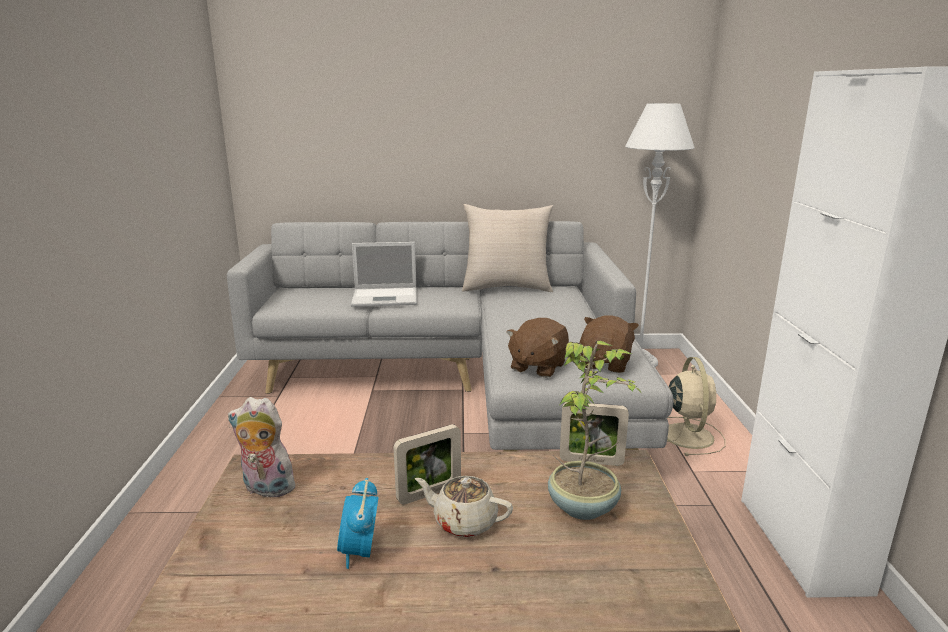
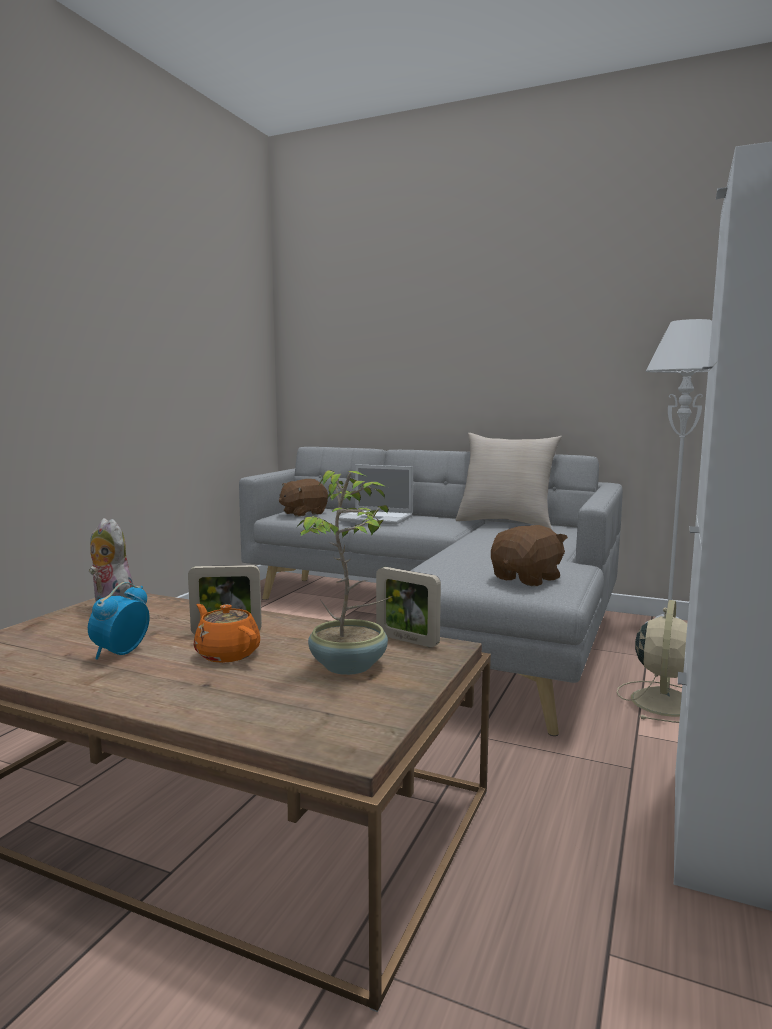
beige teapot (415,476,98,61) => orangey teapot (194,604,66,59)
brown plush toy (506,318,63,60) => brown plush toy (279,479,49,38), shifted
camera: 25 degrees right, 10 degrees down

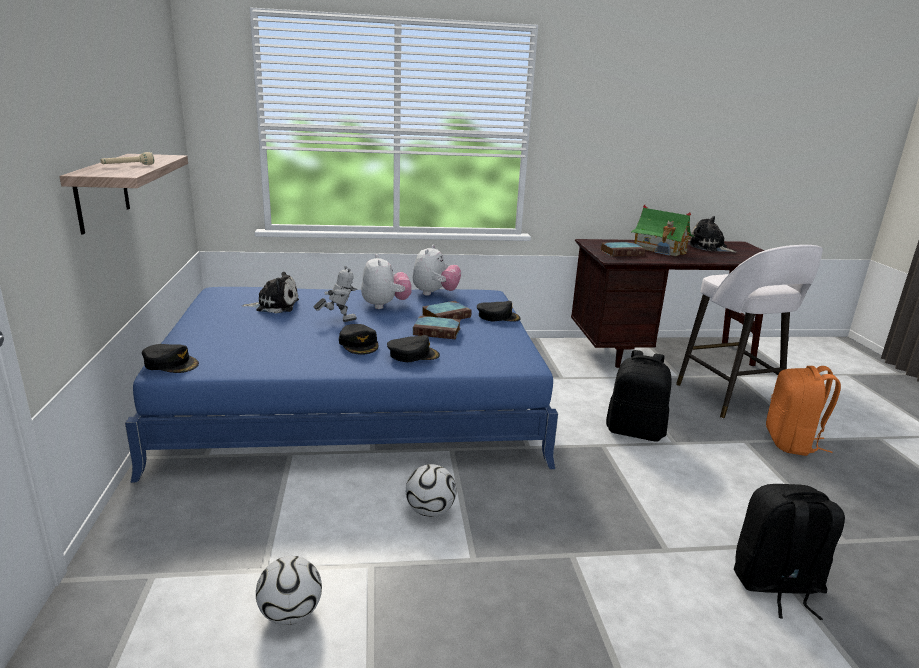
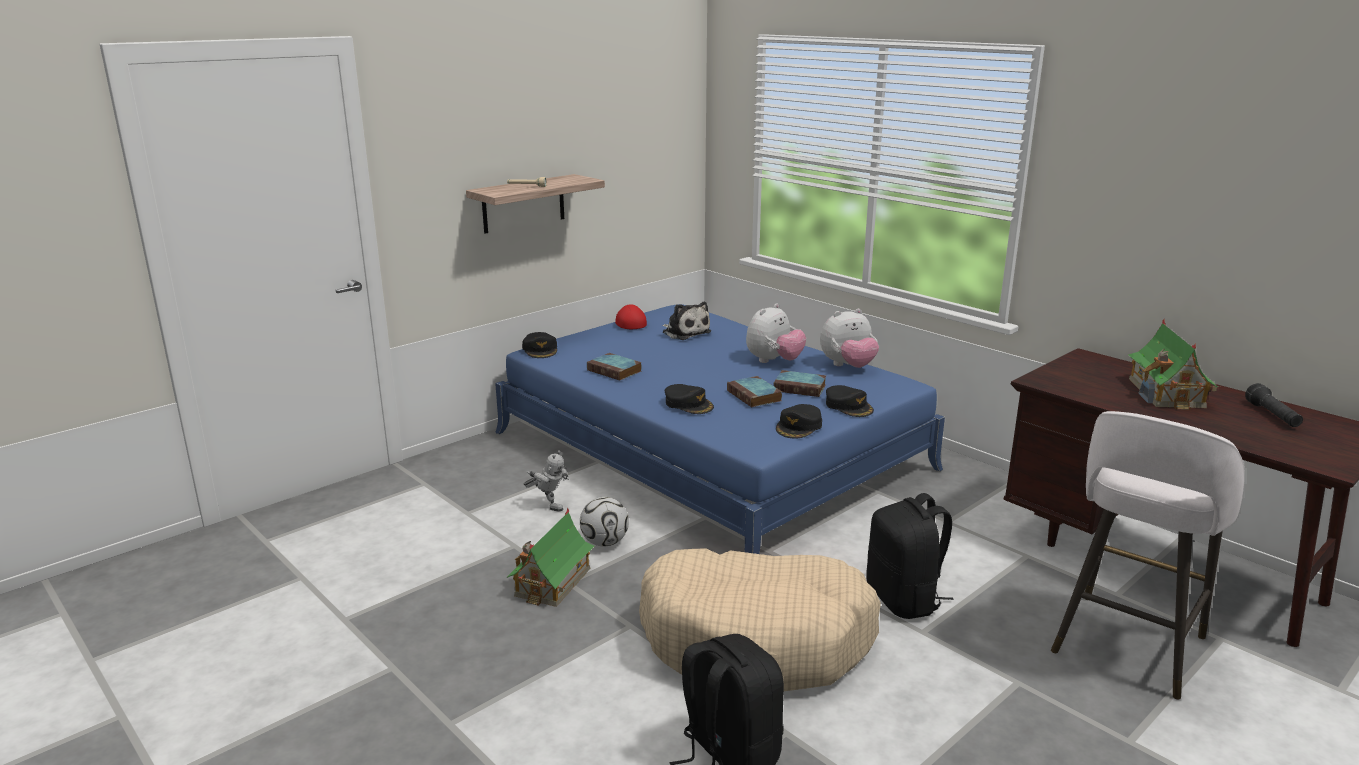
football (256,556,66,69) => nothing
model robot (314,266,43,56) => model robot (524,450,45,62), shifted
black-coloured baseball cap (339,324,39,31) => black-coloured baseball cap (776,404,46,35), shifted
bound book (601,242,44,15) => bound book (587,353,55,27), shifted
plush toy (688,216,49,37) => black-coloured hand torch (1245,383,58,44)
orangey backpack (766,366,75,90) => nothing
nothing => model house (507,508,87,99)
nothing => reddish baseball cap (615,304,32,25)
nothing => beige dog bed (639,549,242,142)
camera: 55 degrees right, 0 degrees up

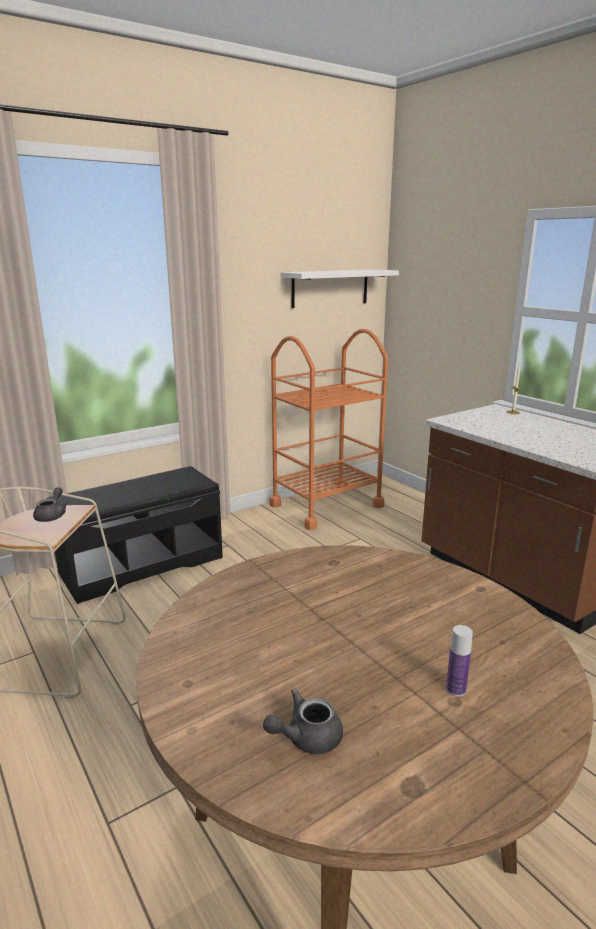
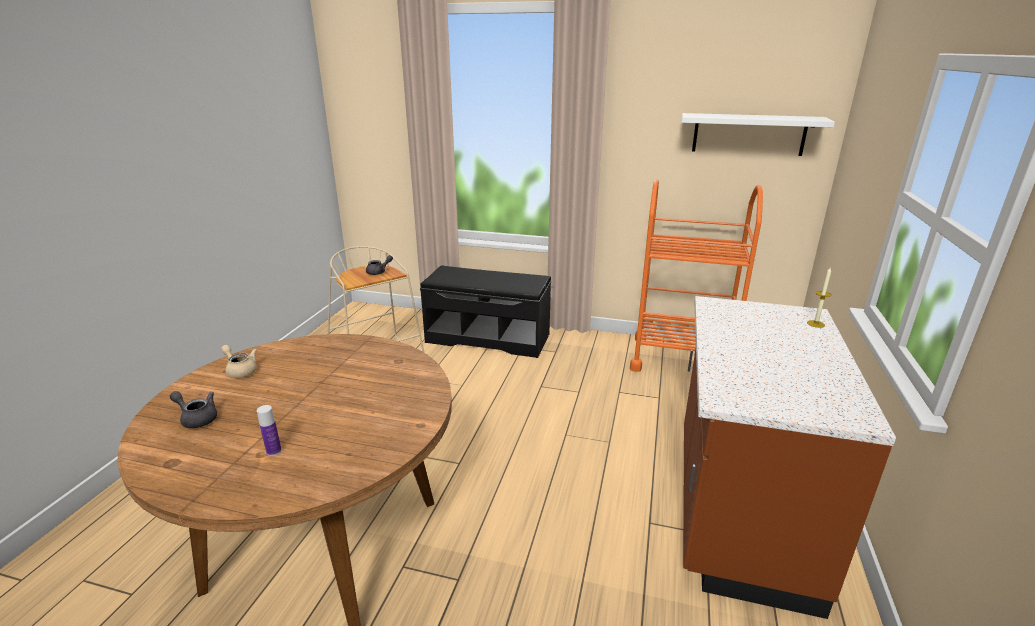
nothing => beige teapot (221,345,36,33)
camera: 50 degrees right, 5 degrees up

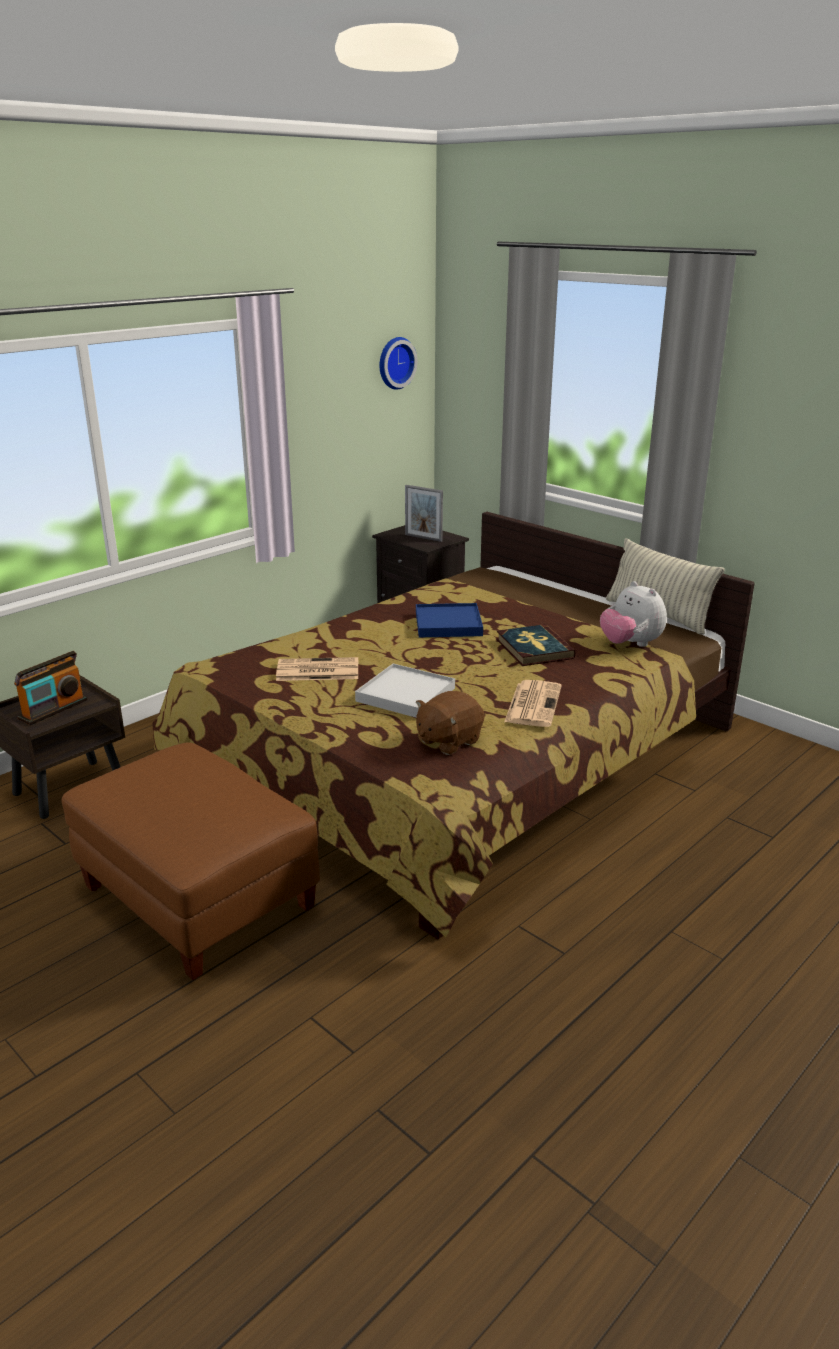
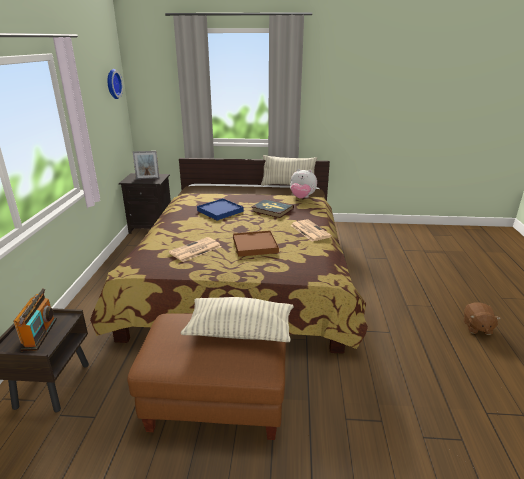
white carrying tray (355,664,100,54) => brown carrying tray (233,230,46,27)
brown plush toy (416,691,68,64) => brown plush toy (464,302,37,33), shifted
nothing => throw pillow (181,297,113,45)
camera: 40 degrees left, 0 degrees up

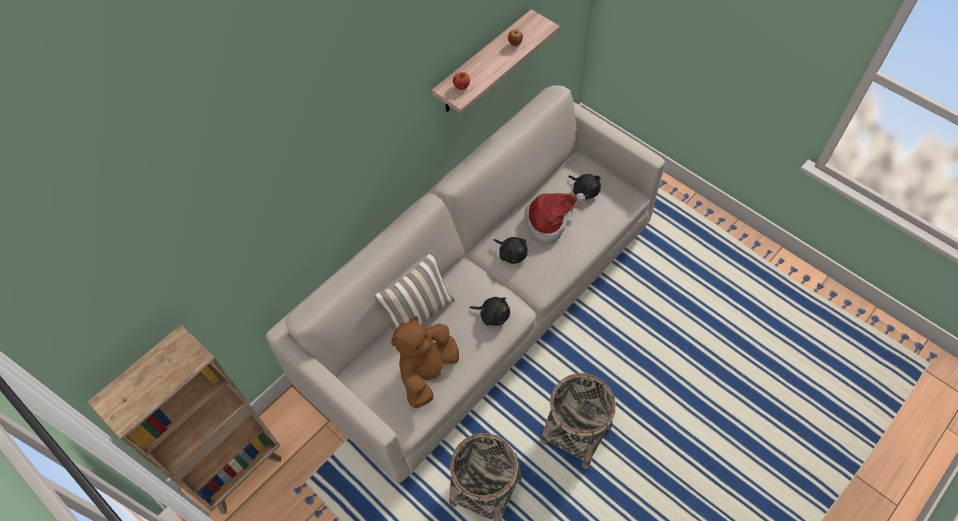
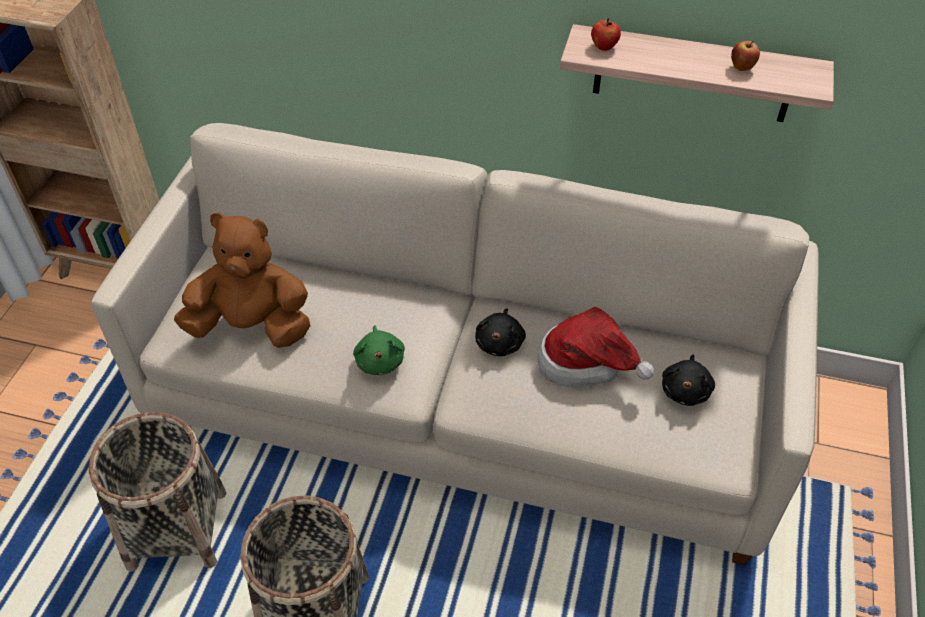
throw pillow (374,249,81,81) => nothing
black-coloured plush toy (469,297,41,29) => green plush toy (353,325,52,50)
camera: 60 degrees right, 10 degrees down

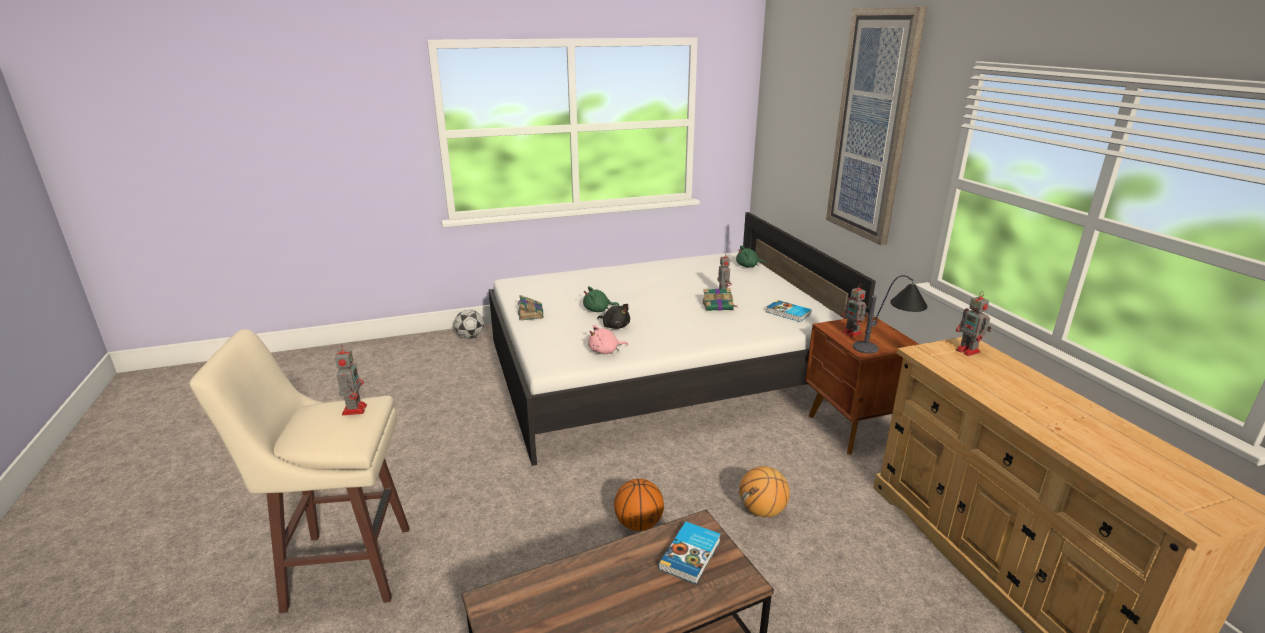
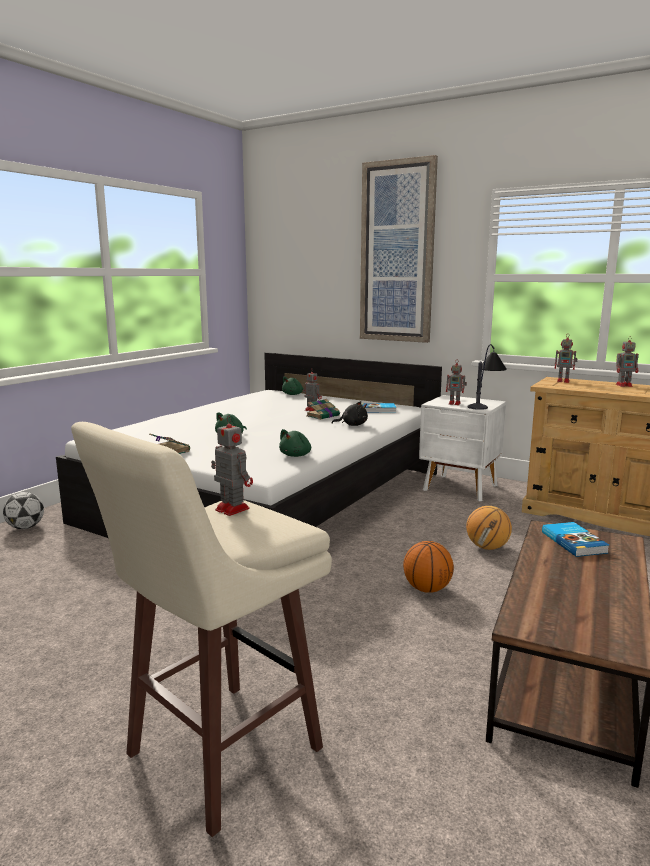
pinkish plush toy (588,325,41,29) => green plush toy (279,429,32,28)
black-coloured plush toy (597,304,33,25) => black-coloured plush toy (332,401,36,25), shifted
brown bedside table (805,316,114,139) => white bedside table (419,395,87,106)
nothing => model robot (616,336,23,51)
camera: 40 degrees left, 10 degrees down

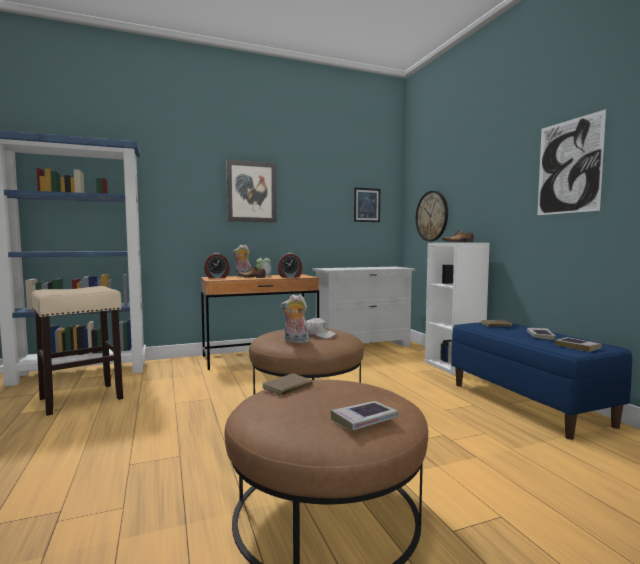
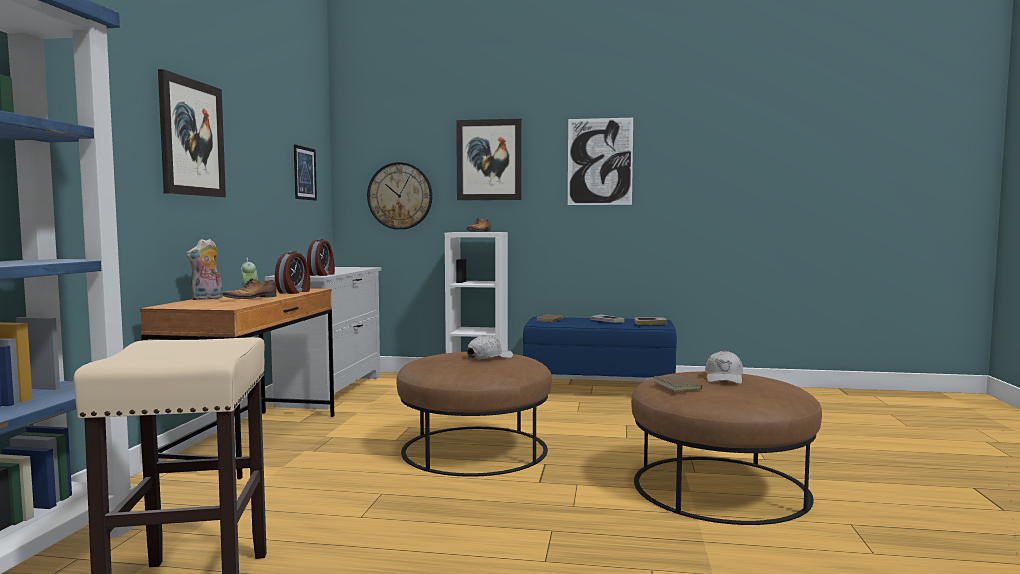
bedside clock (204,253,26,25) => bedside clock (307,239,28,37), shifted
plush toy (280,294,29,49) => nothing
bound book (331,401,67,30) => nothing
nothing => wall art (456,119,66,81)
nothing => white baseball cap (705,350,38,34)
camera: 60 degrees left, 0 degrees up

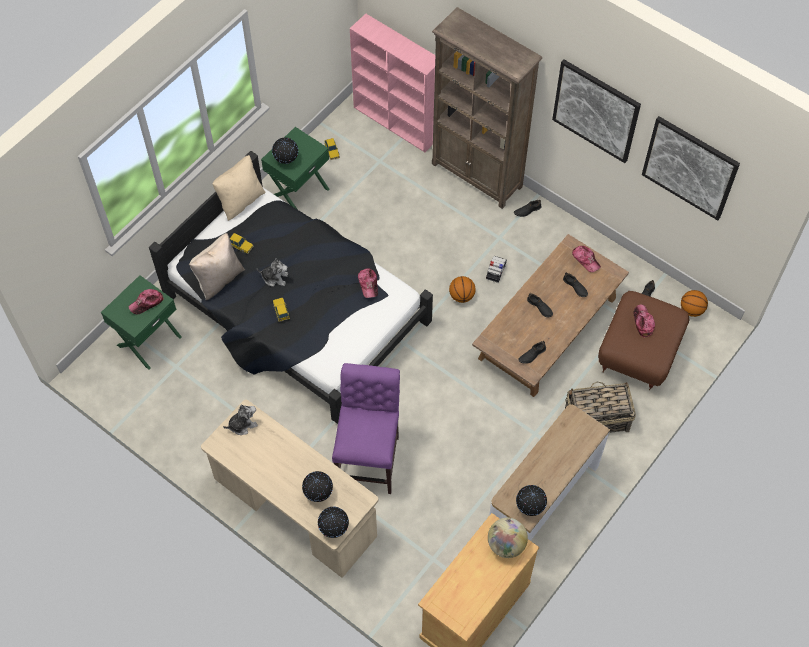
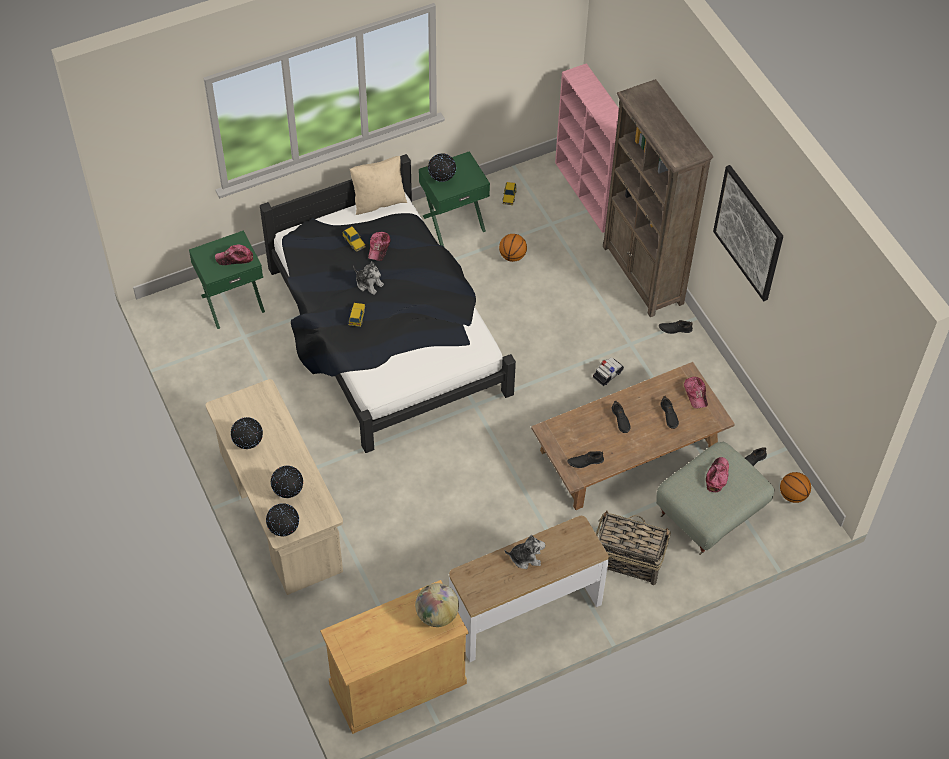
beige throw pillow (189,233,56,67) => nothing
plush toy (223,405,35,30) => plush toy (504,535,41,34), shifted
purplish plain chair (332,363,68,131) => nothing
baseball cap (358,268,20,30) => baseball cap (368,232,23,29), shifted
basketball (449,276,27,27) => basketball (499,234,28,28), shifted
desk globe (516,485,31,31) => desk globe (231,417,32,32), shifted
brown footrest (598,291,92,100) => grey footrest (656,442,119,113)
wall art (642,116,98,105) => nothing
camera: 25 degrees right, 5 degrees down

